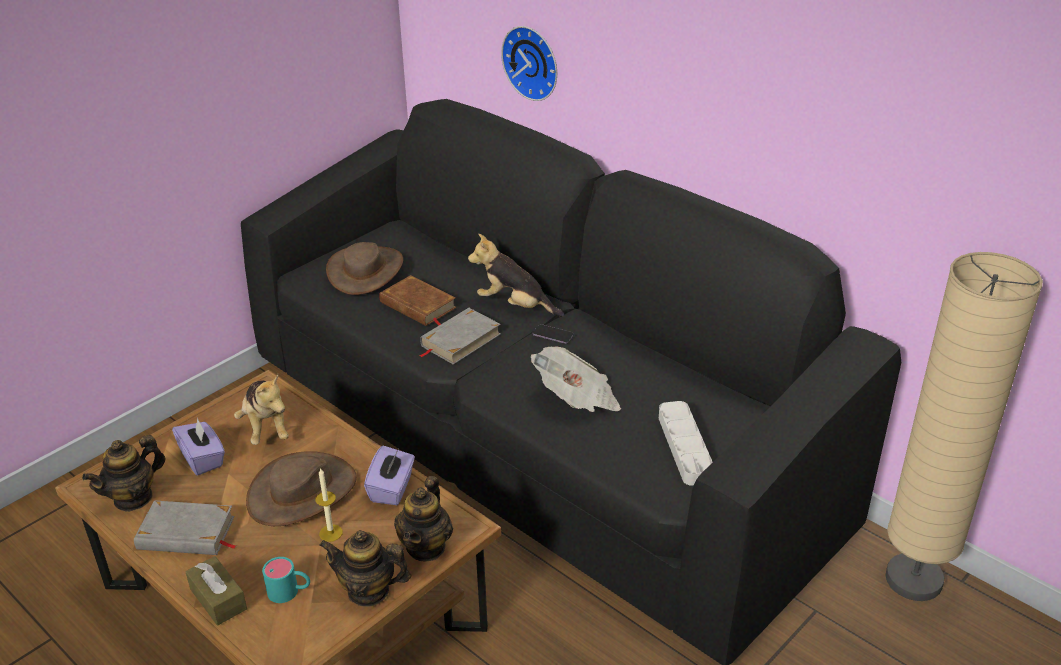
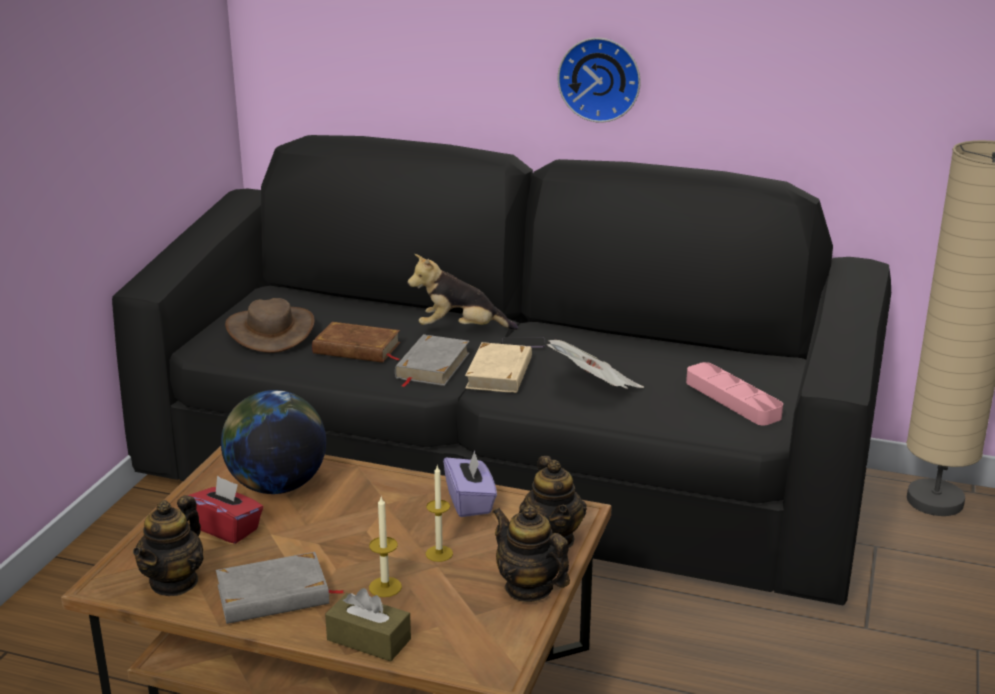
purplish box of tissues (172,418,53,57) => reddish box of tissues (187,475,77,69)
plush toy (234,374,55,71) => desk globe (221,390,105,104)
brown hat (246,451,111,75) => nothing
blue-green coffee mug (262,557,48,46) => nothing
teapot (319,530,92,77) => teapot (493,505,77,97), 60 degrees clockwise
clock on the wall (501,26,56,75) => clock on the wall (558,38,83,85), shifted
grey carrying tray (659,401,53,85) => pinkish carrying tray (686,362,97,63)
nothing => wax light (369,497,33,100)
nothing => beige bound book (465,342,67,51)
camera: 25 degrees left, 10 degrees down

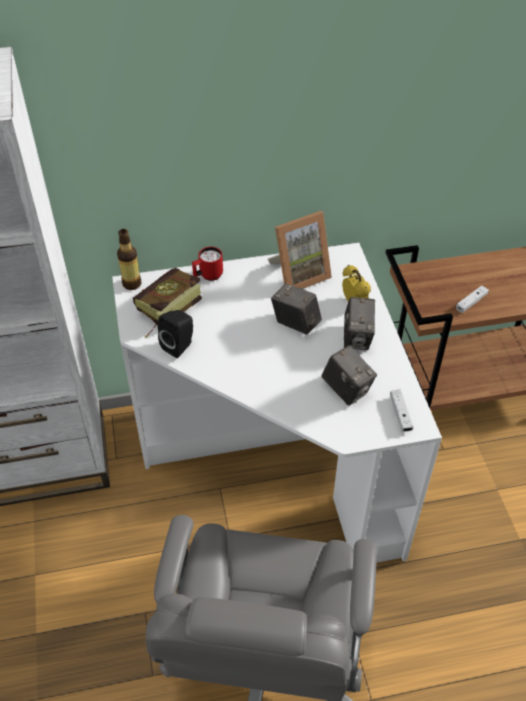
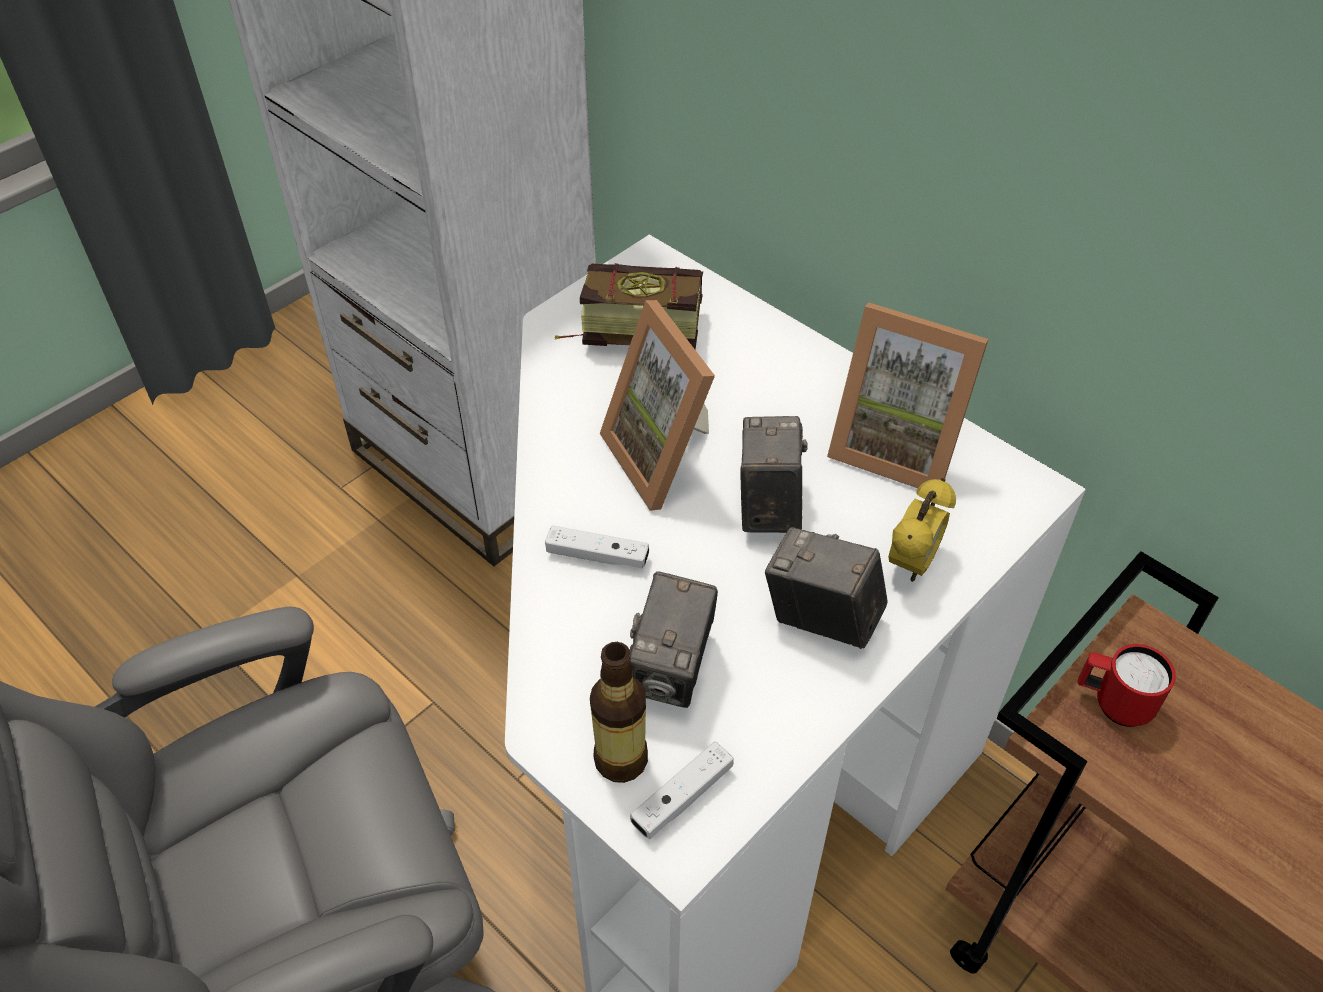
drink bottle (117,229,24,61) => drink bottle (590,642,58,141), shifted
black-coloured audio speaker (158,310,35,48) => nothing
reddish coffee mug (192,247,31,34) => reddish coffee mug (1078,644,98,83), shifted
photo camera (344,297,31,53) => photo camera (765,527,123,122), 60 degrees clockwise
white game controller (456,286,33,27) => white game controller (545,525,104,44), shifted
nothing => standing frame (600,300,115,211)
camera: 55 degrees right, 0 degrees up

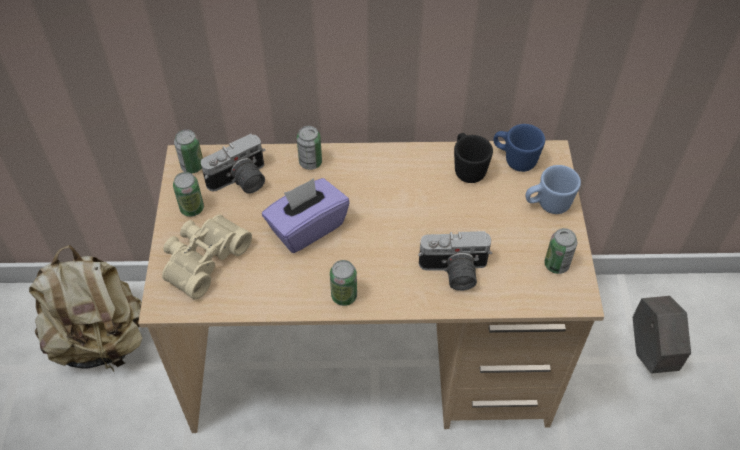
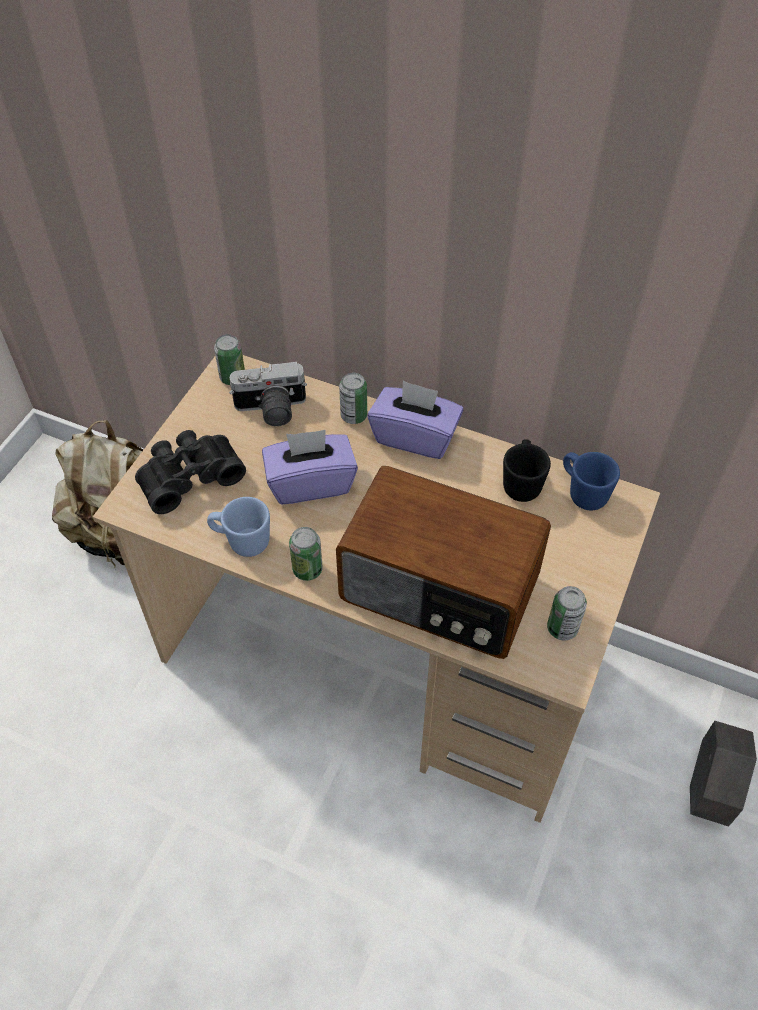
beige binoculars (162,214,90,86) => black-coloured binoculars (135,430,111,84)
can (173,172,31,45) => nothing
photo camera (418,231,74,60) => radio (336,466,215,193)
blue-coloured coffee mug (526,165,55,49) => blue-coloured coffee mug (207,497,63,60), shifted
nothing => purplish box of tissues (368,380,95,79)
camera: 25 degrees right, 0 degrees up

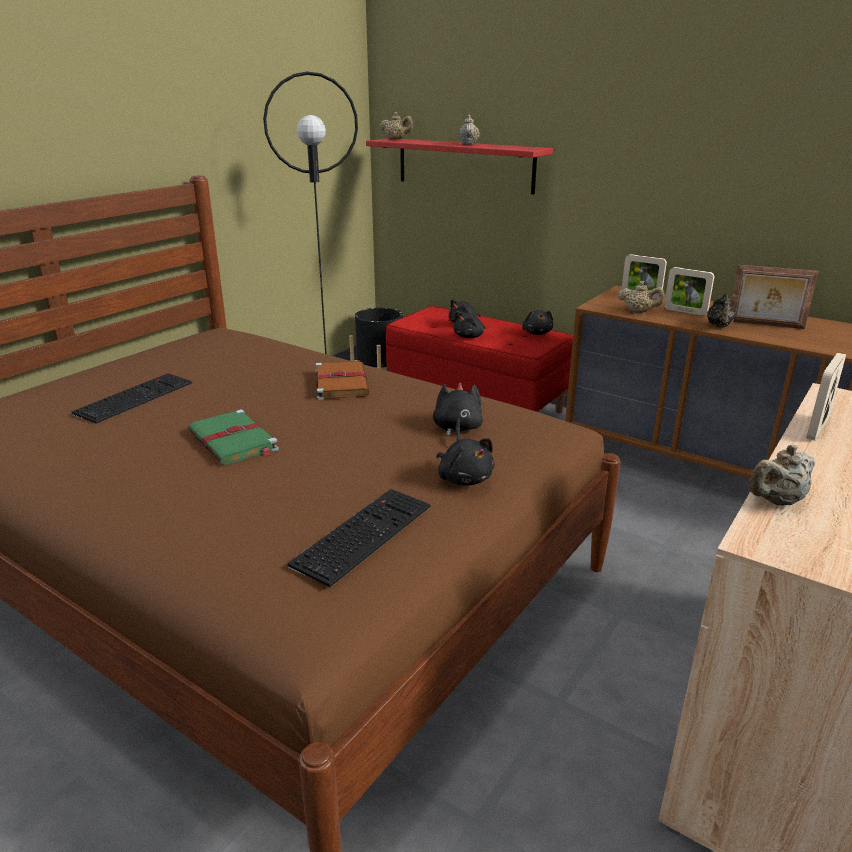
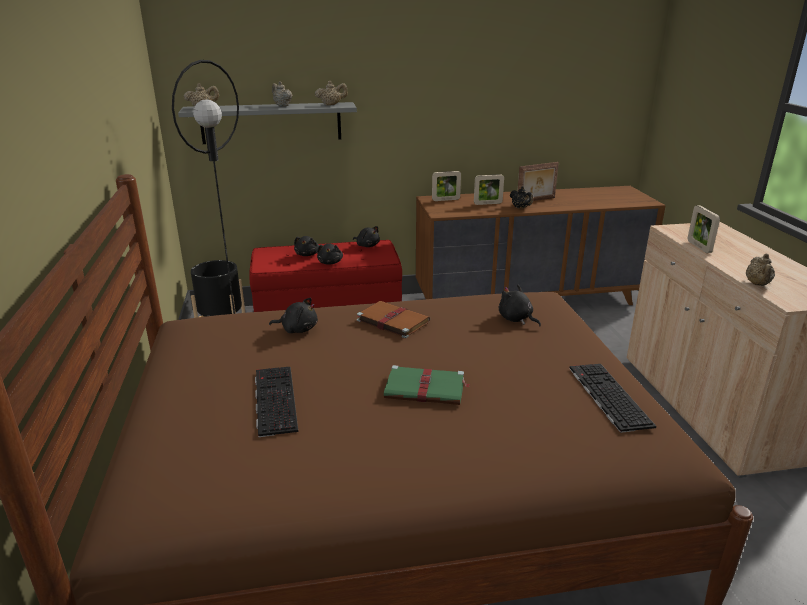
reddish wall shelf (366,138,187,56) => grey wall shelf (178,102,179,42)
black-coloured plush toy (437,438,58,48) => black-coloured plush toy (269,298,49,35), shifted
beige teapot (618,281,47,32) => beige teapot (315,81,33,25), shifted
camera: 45 degrees left, 0 degrees up

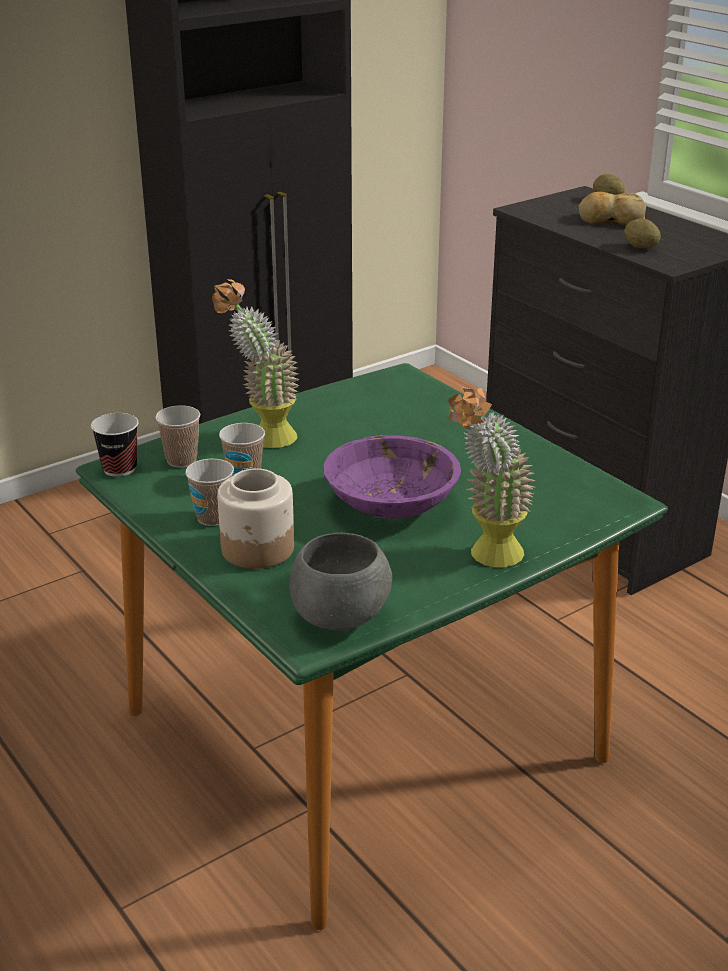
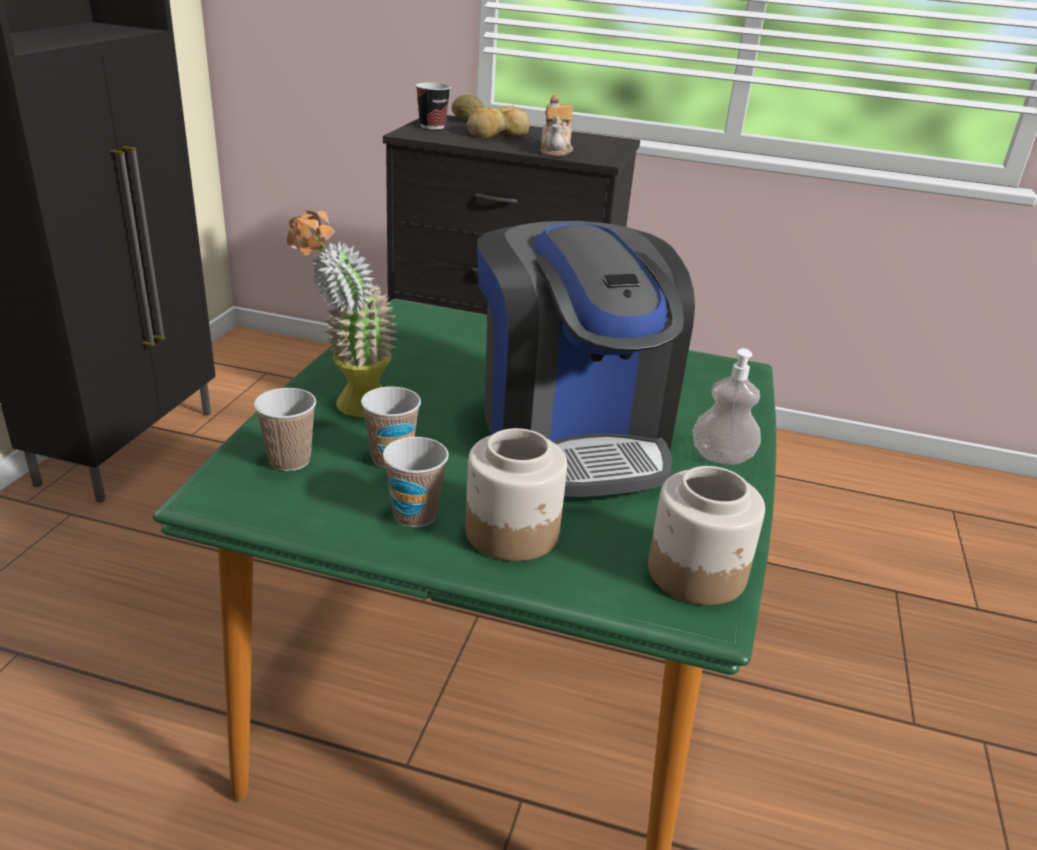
cup (91,413,47,64) => cup (415,83,36,46), shifted
grey serving bowl (289,533,103,98) => jar (648,466,117,139)
purplish serving bowl (324,435,137,84) => coffee machine (477,221,218,276)
houseplant (448,387,88,180) => liquid soap bottle (692,348,69,117)
whole potato (624,218,37,30) => teapot (541,95,32,62)
camera: 40 degrees left, 0 degrees up

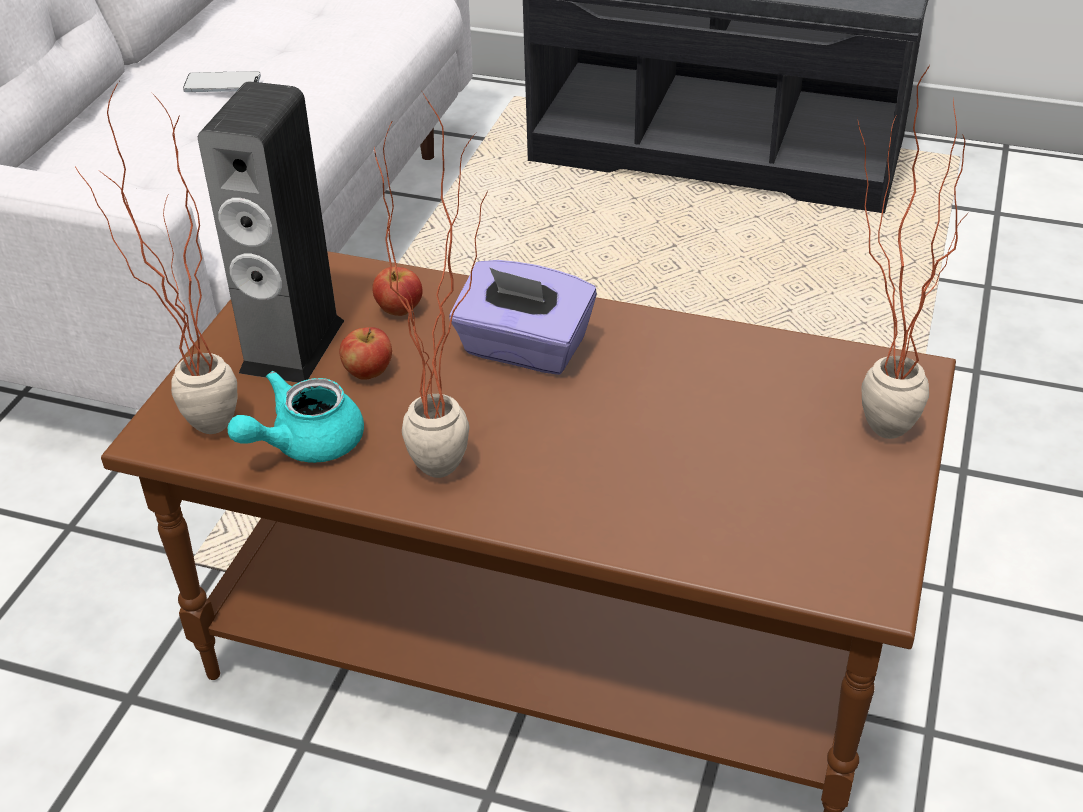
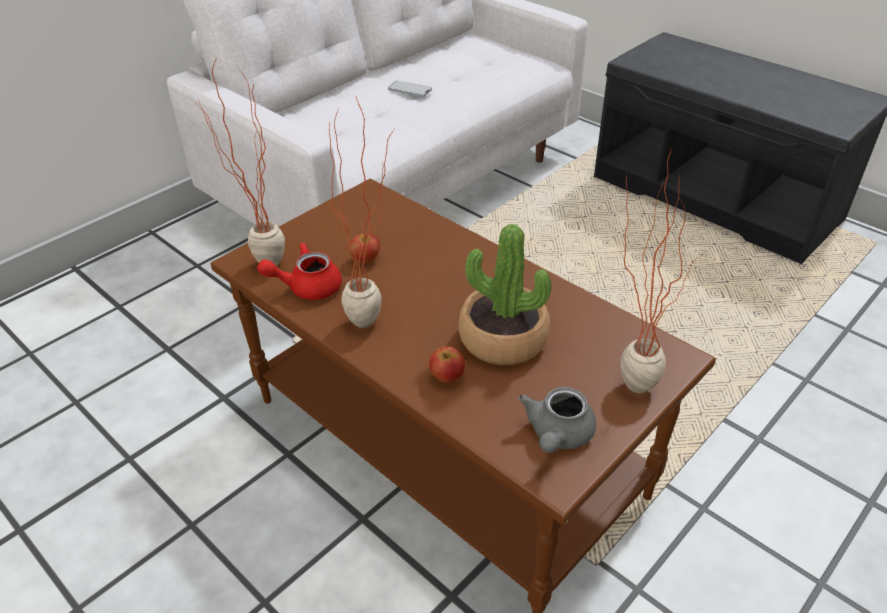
audio speaker (198,81,146,302) => nothing
blue-green teapot (228,371,136,92) => reddish teapot (257,242,85,58)
whole apple (372,267,51,49) => whole apple (429,346,36,37), shifted
purplish box of tissues (449,260,148,115) => nothing
nothing => houseplant (458,224,93,141)
nothing => grey teapot (518,387,78,66)
camera: 25 degrees right, 0 degrees up

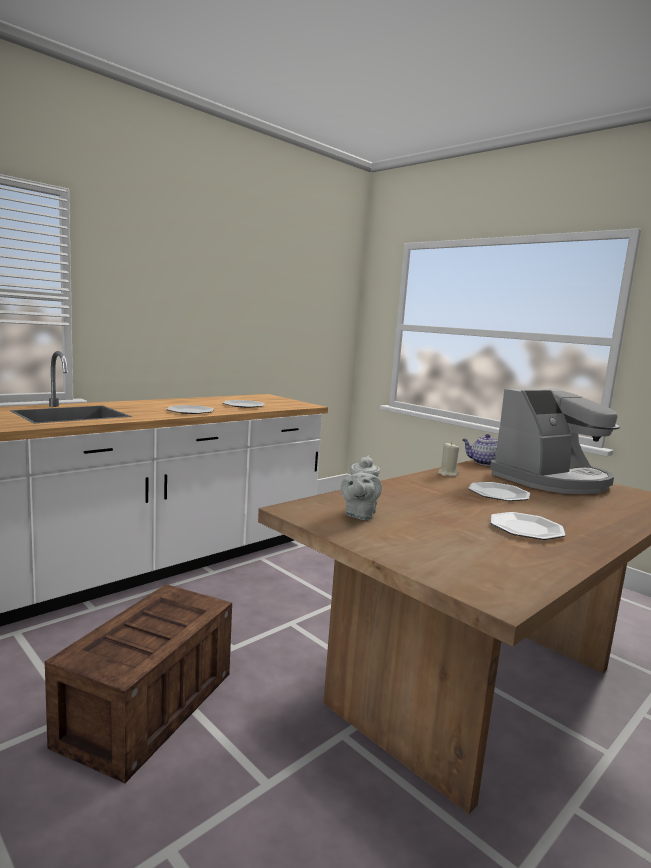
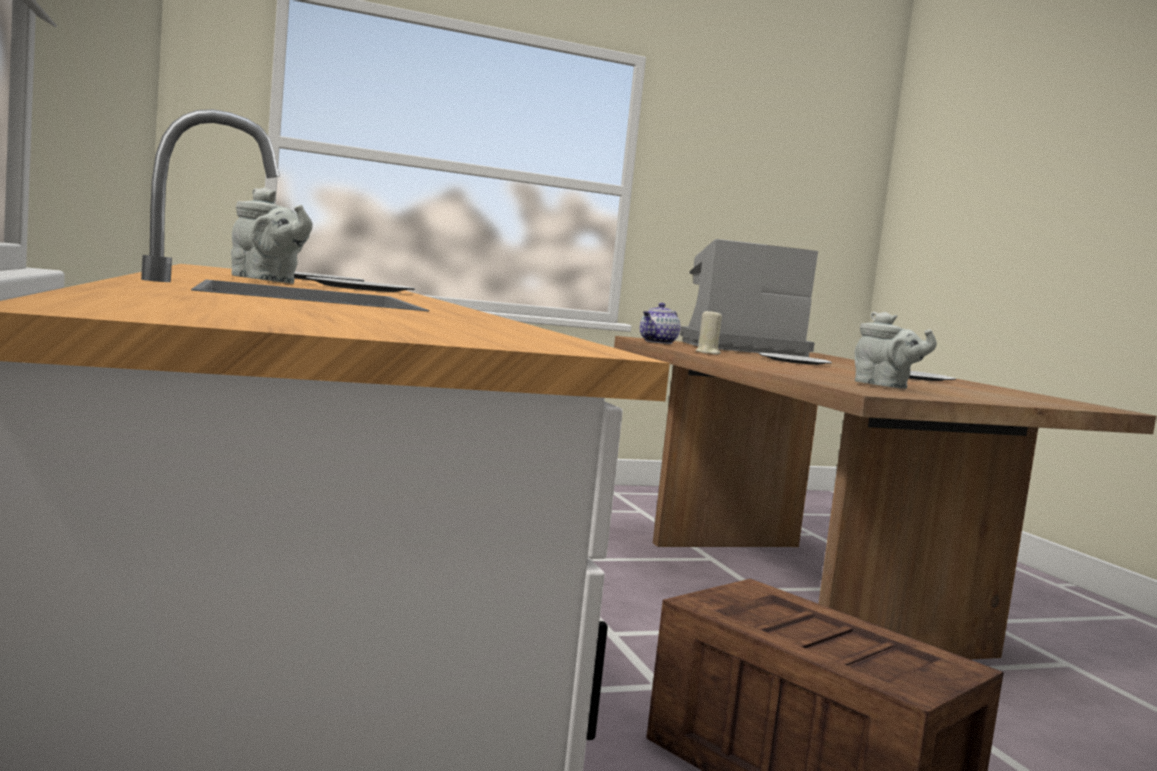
coffee machine (490,388,130,106) => coffee machine (680,239,138,118), 90 degrees counterclockwise
nothing => grey teapot (231,187,82,97)
camera: 65 degrees left, 5 degrees down

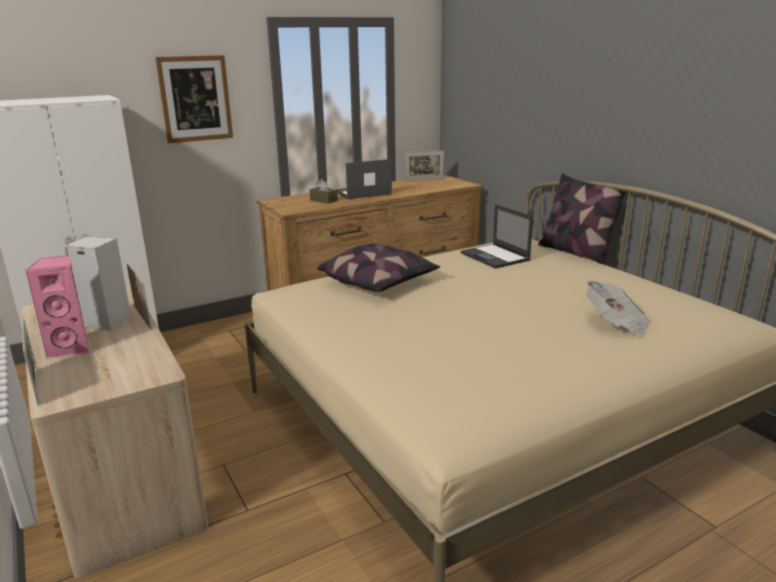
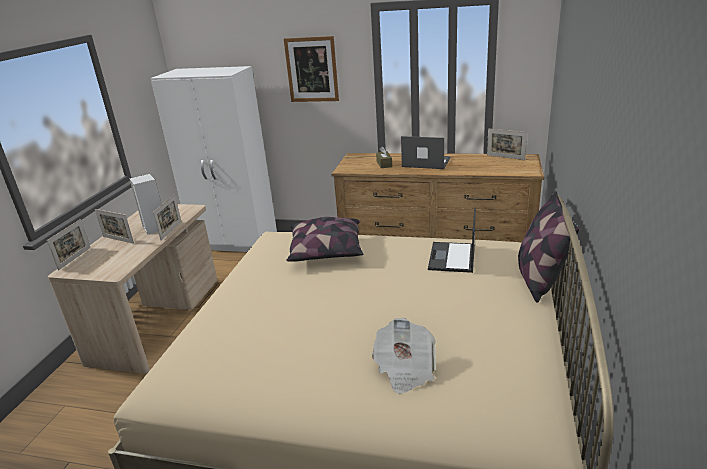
pinkish audio speaker (25,255,64,103) => standing frame (95,209,39,35)
camera: 45 degrees right, 5 degrees up

